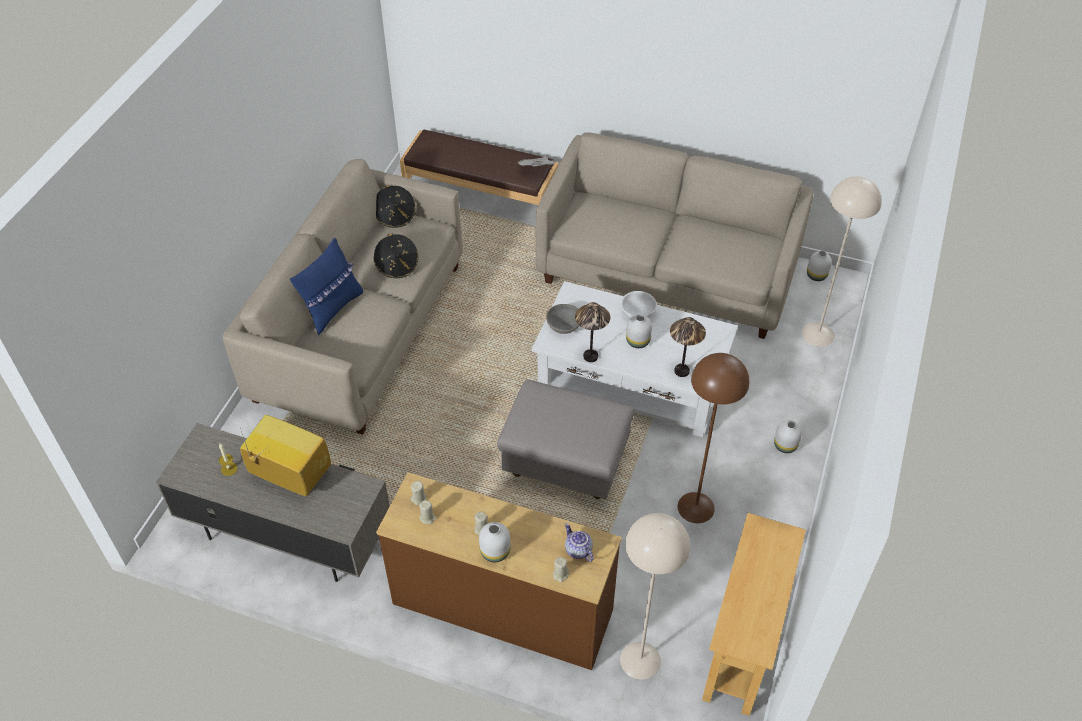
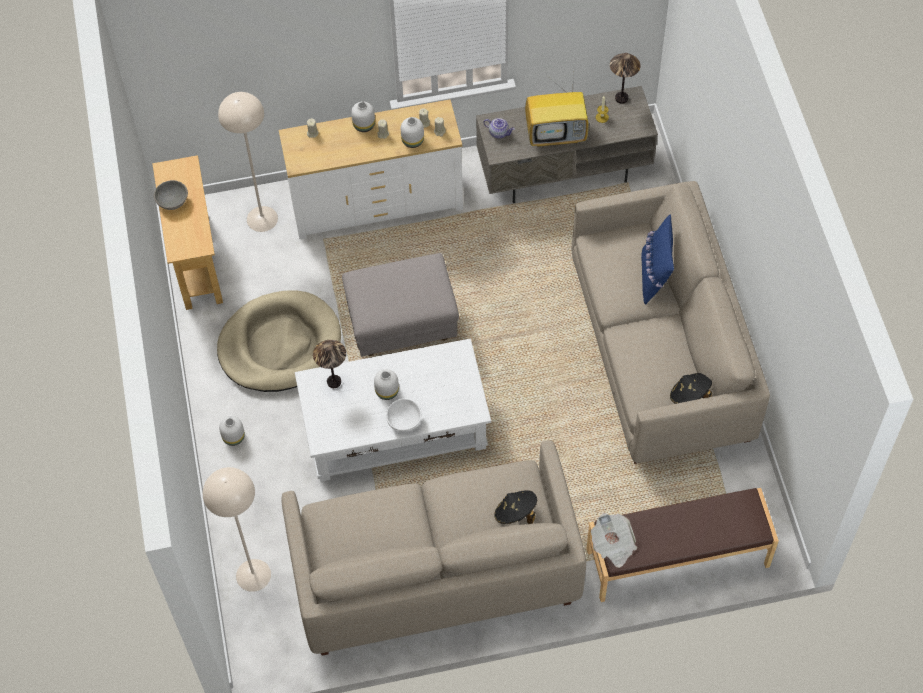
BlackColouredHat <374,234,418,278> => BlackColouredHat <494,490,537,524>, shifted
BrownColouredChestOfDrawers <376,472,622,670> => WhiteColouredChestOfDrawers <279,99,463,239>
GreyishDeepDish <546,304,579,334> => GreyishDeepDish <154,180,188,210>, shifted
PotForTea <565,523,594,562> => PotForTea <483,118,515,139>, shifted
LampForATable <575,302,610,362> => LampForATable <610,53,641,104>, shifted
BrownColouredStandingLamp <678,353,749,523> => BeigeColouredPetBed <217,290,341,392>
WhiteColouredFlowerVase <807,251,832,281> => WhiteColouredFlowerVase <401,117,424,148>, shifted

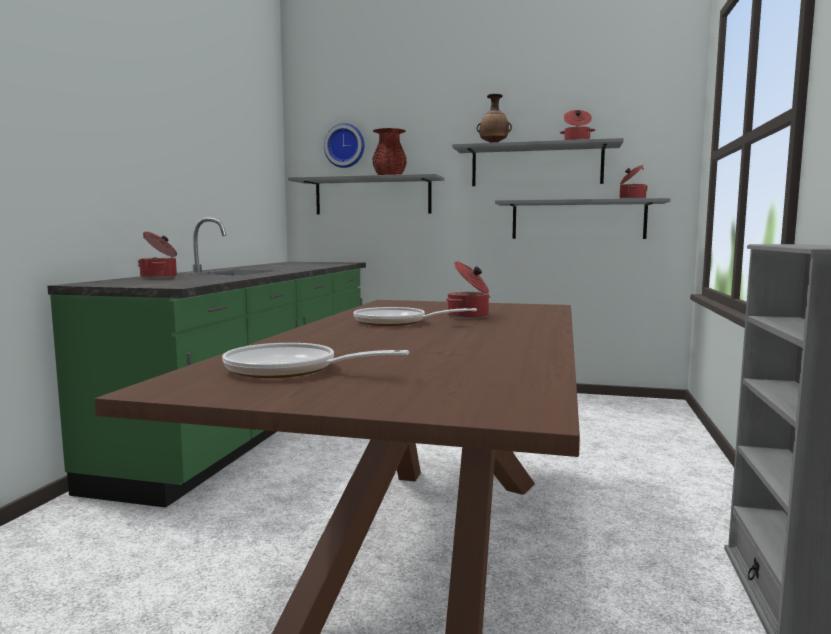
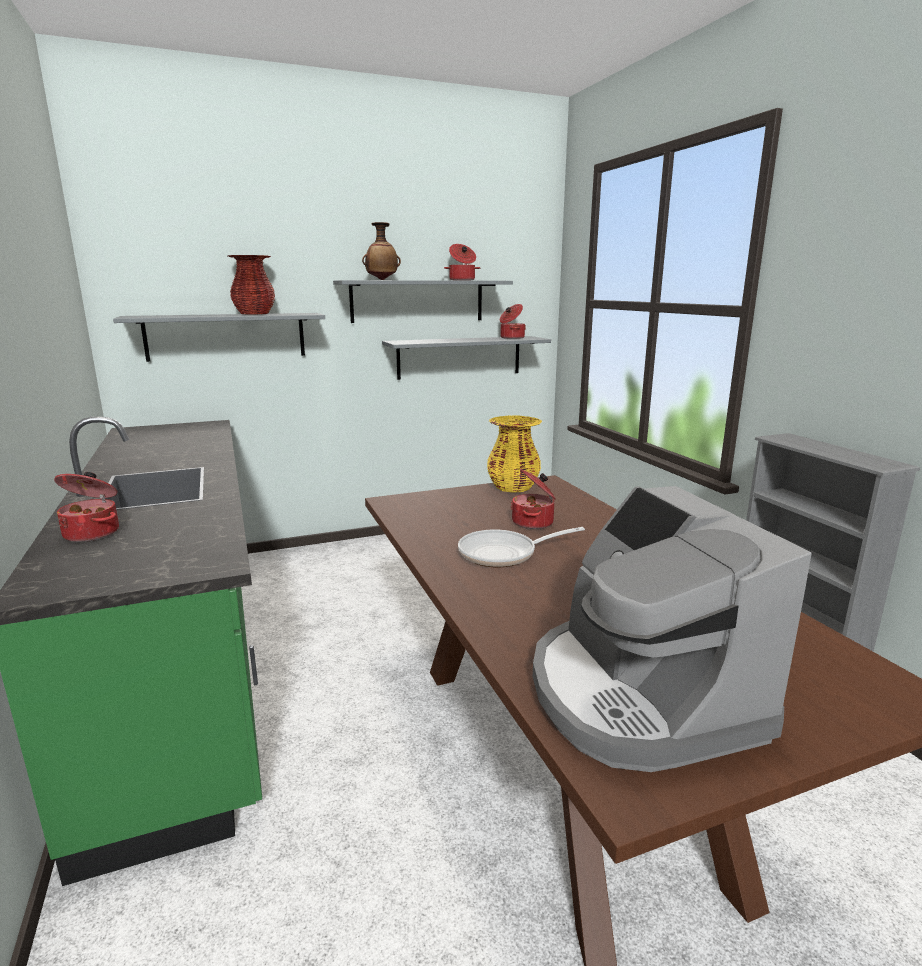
Skillet <222,343,409,378> => CoffeeBrewer <533,486,812,772>
WallClock <324,123,365,168> => nothing
nothing => YellowColouredFlowerVase <487,416,542,493>

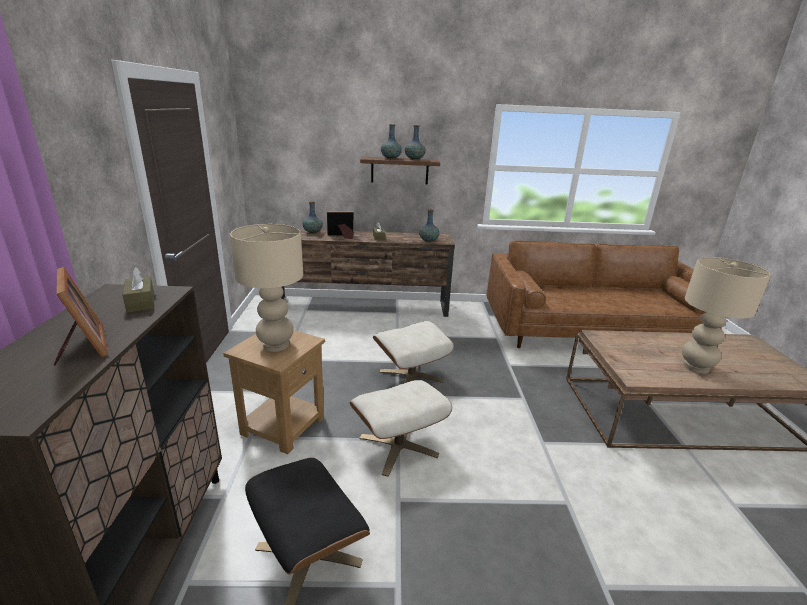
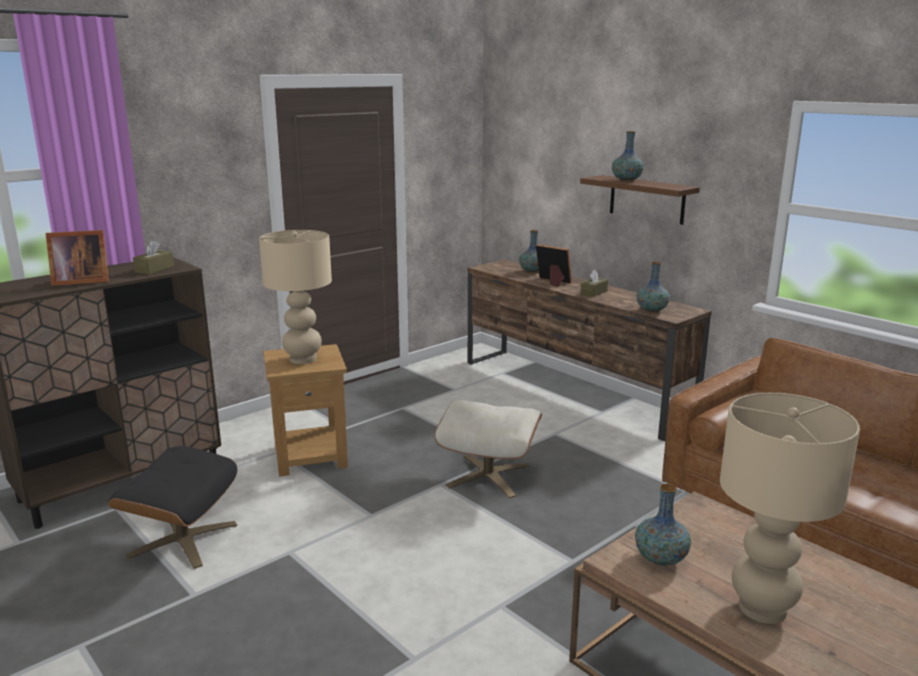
StandingFrame <54,267,108,365> => StandingFrame <45,230,109,286>, 60 degrees clockwise
BeigeColouredFootrest <350,380,452,477> => nothing
FlowerVase <405,125,426,160> => FlowerVase <635,484,691,566>, shifted

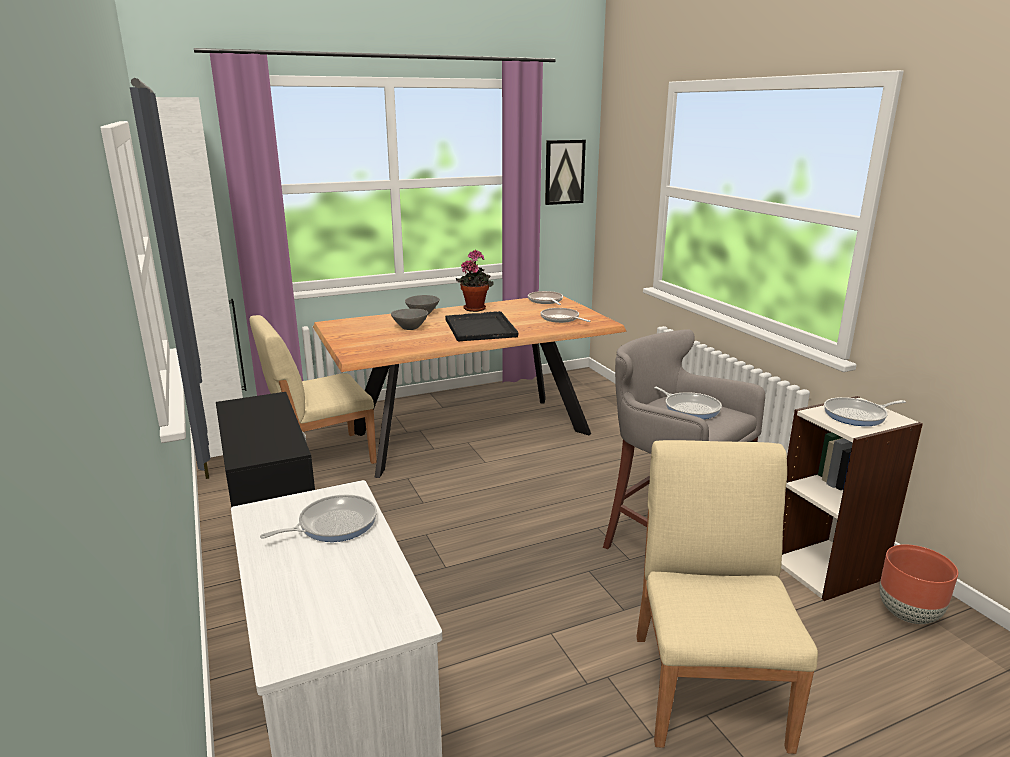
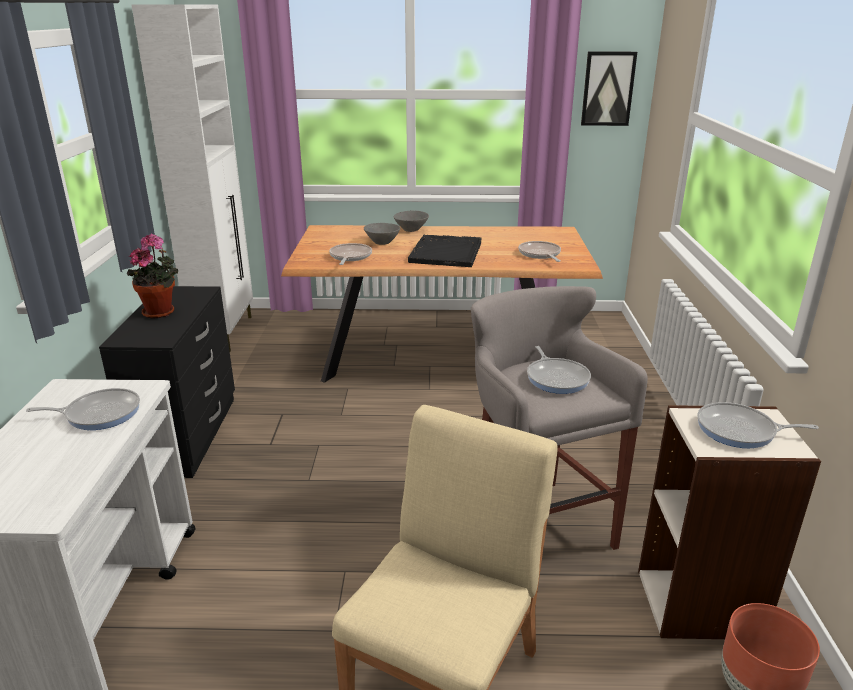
BeigeColouredPlainChair <250,315,377,464> => nothing
PlantInAPot <456,250,494,312> => PlantInAPot <127,233,178,319>, shifted
Skillet <528,291,563,305> => Skillet <329,243,372,265>, shifted

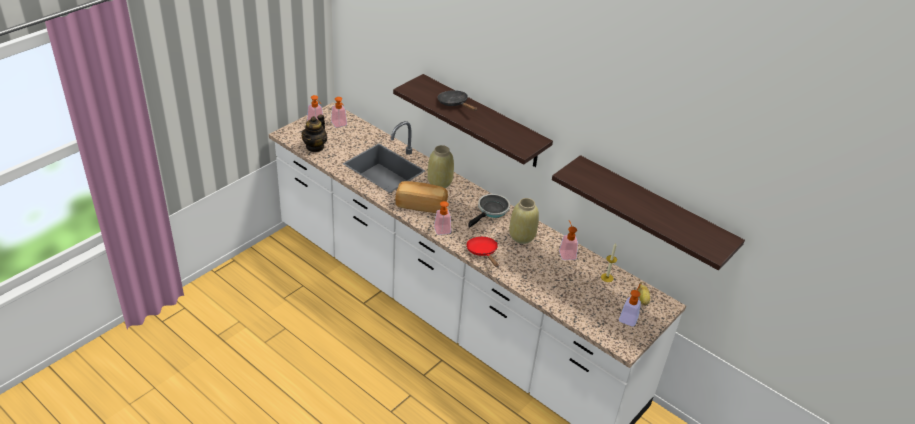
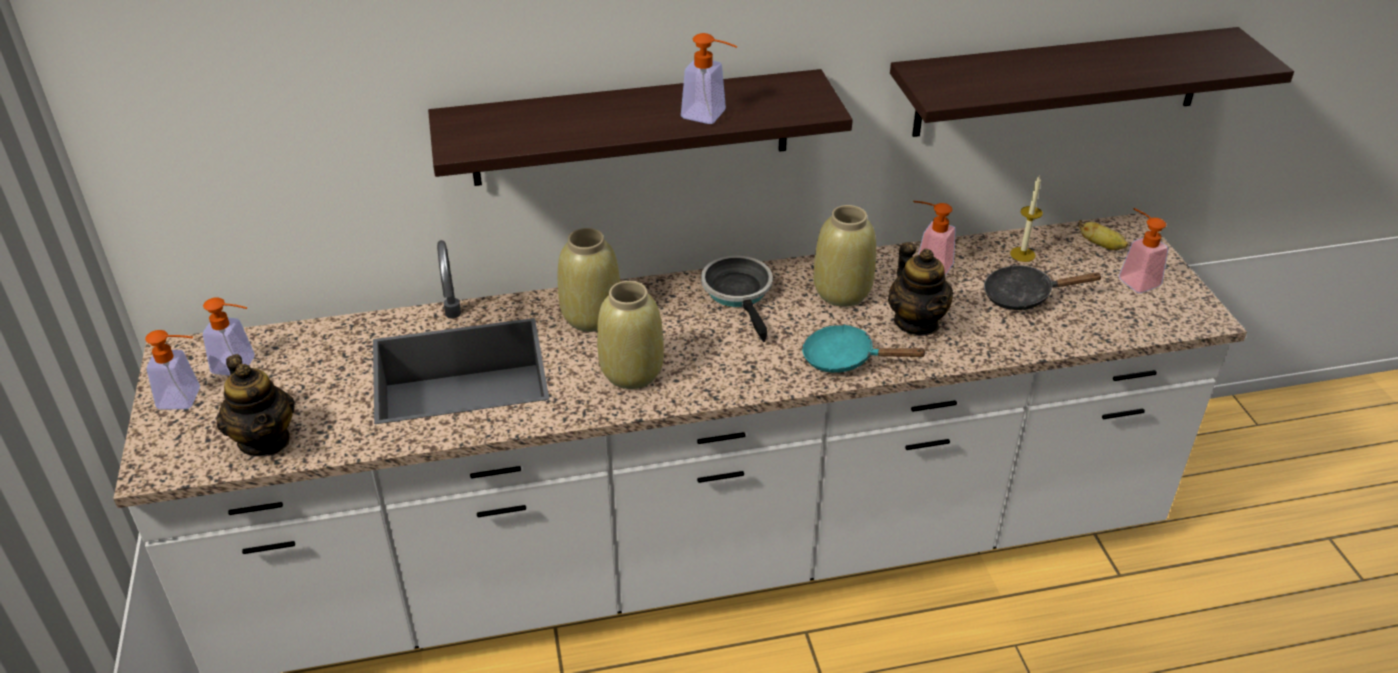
BakeryBread <395,181,448,213> => BeigeColouredFlowerVase <597,281,664,389>
SoapDispenser <434,201,451,235> => SoapDispenser <681,33,738,124>, shifted
BlackColouredSkillet <437,90,477,111> => BlackColouredSkillet <984,265,1103,310>, shifted
RedColouredSkillet <467,236,499,267> => TurquoiseColouredSkillet <802,324,927,373>
nothing => PotForTea <888,242,953,336>

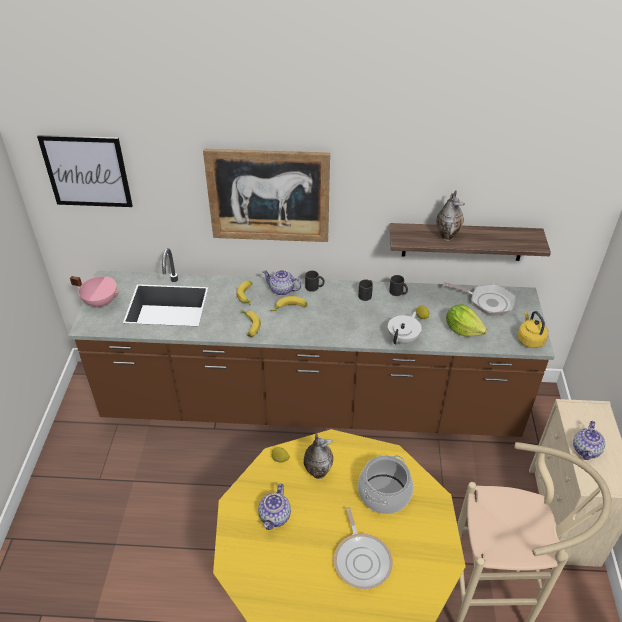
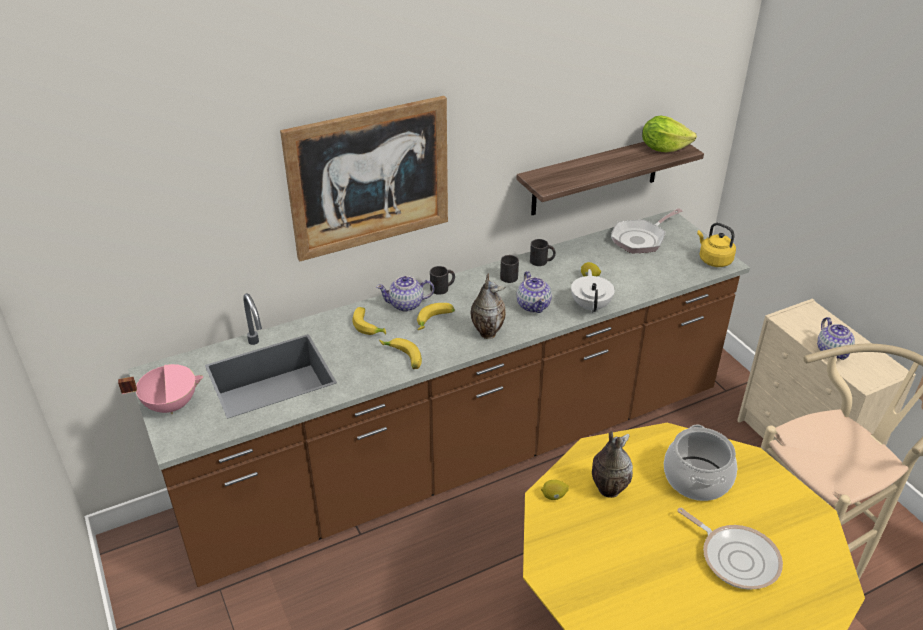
WallArt <37,135,133,207> => nothing
PotForTea <258,484,291,530> => PotForTea <517,271,552,313>, shifted
FlowerVase <437,190,465,241> => FlowerVase <471,273,506,339>, shifted
Skillet <443,282,516,316> => Skillet <611,208,683,253>, 150 degrees clockwise
Lettuce <446,304,488,337> => Lettuce <642,116,697,153>, shifted

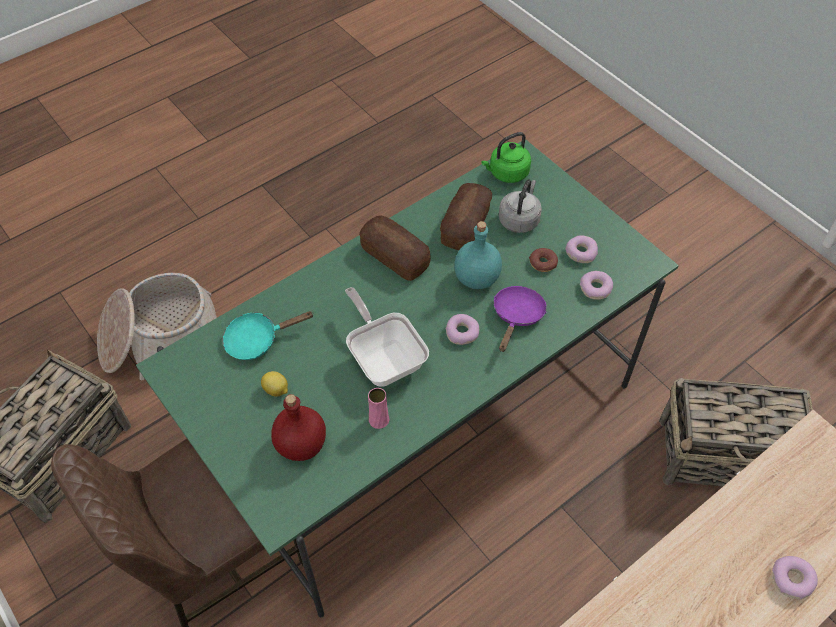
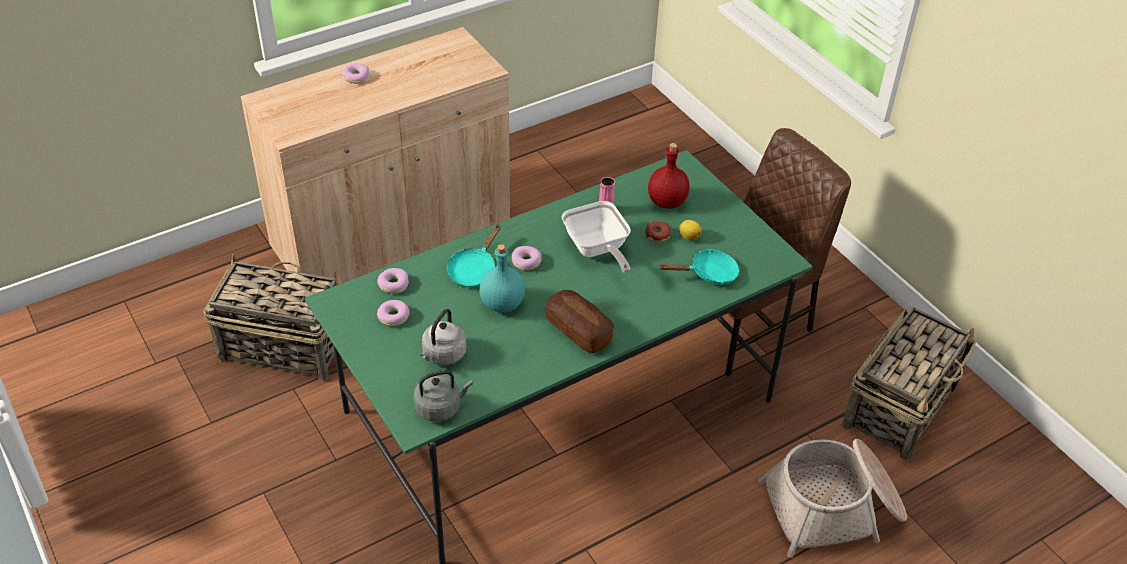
BakeryBread <440,183,492,250> => nothing
GreenTeaKettle <481,132,531,183> => GreyishTeaKettle <413,370,473,422>
PurpleColouredSkillet <494,286,547,352> => TurquoiseColouredSkillet <447,224,501,287>
Donut <529,248,558,272> => Donut <645,221,671,242>, shifted

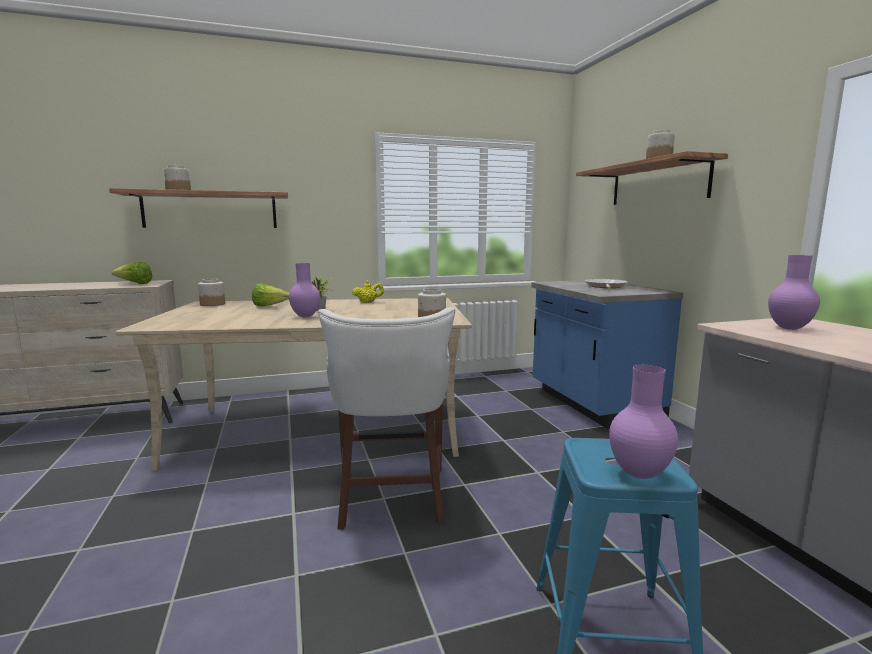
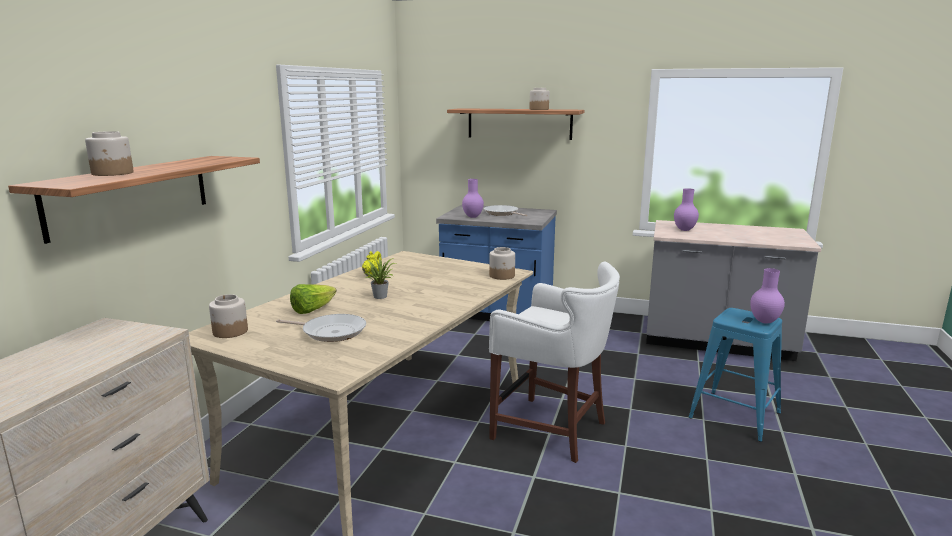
Lettuce <112,261,152,284> => nothing
PurpleColouredFlowerVase <289,263,320,317> => PurpleColouredFlowerVase <462,179,484,218>, shifted
nothing => Skillet <276,314,366,342>

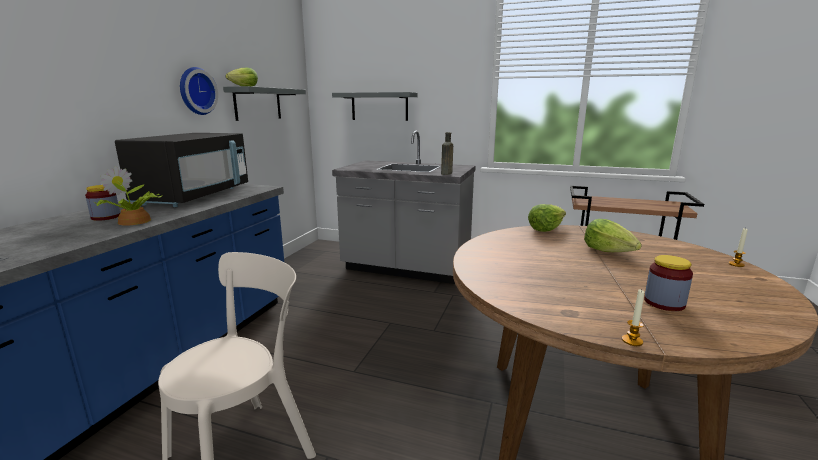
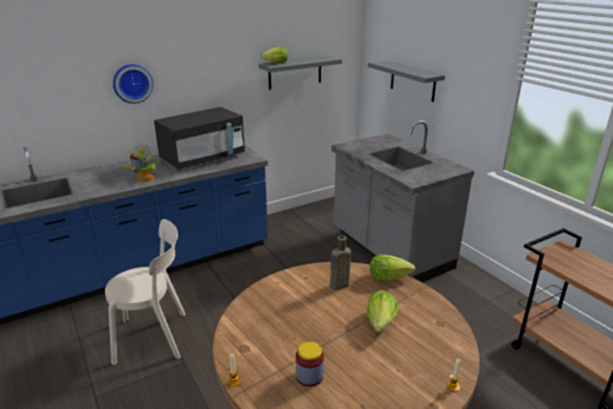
WallClock <180,67,218,115> => WallClock <113,64,153,104>, shifted
BrownColouredBeverageBottle <441,132,453,175> => BrownColouredBeverageBottle <330,236,351,290>, shifted

